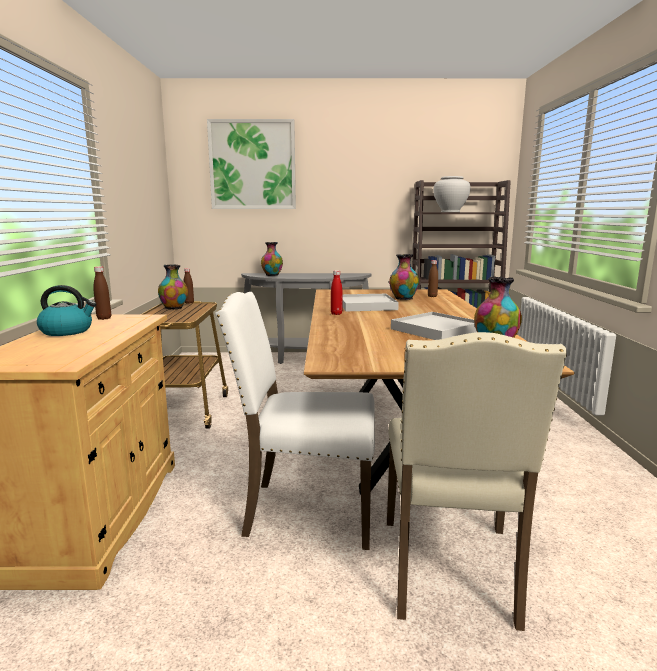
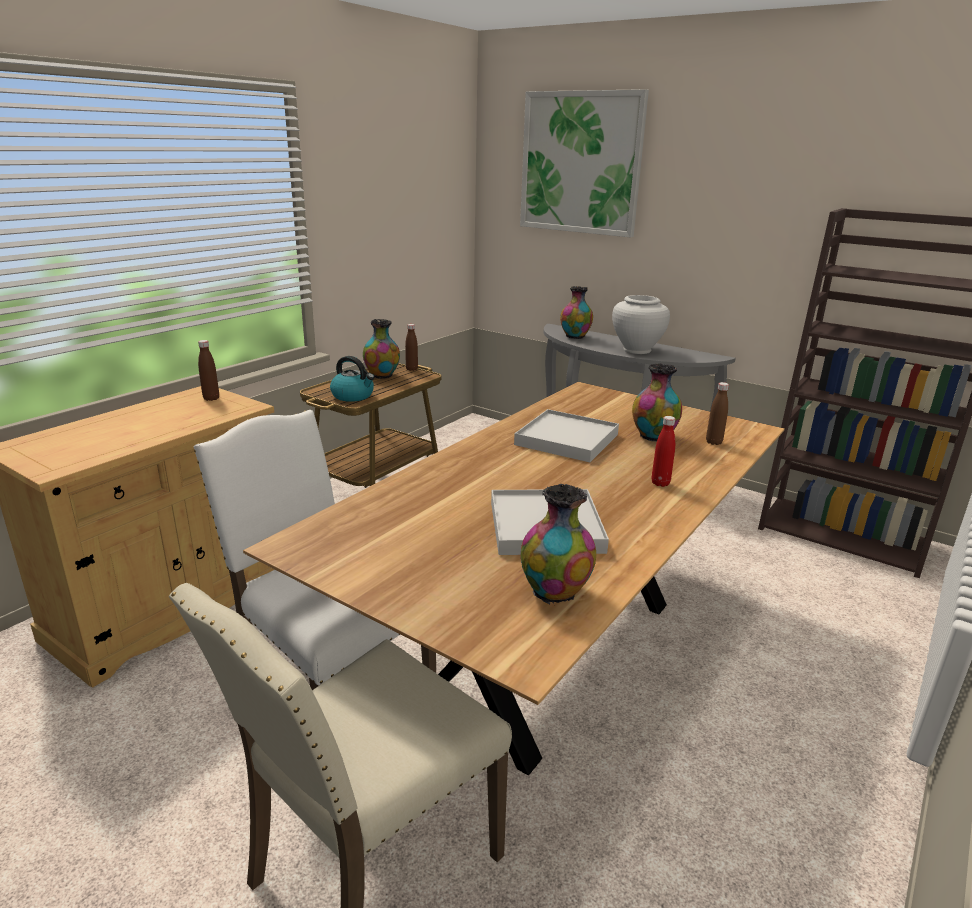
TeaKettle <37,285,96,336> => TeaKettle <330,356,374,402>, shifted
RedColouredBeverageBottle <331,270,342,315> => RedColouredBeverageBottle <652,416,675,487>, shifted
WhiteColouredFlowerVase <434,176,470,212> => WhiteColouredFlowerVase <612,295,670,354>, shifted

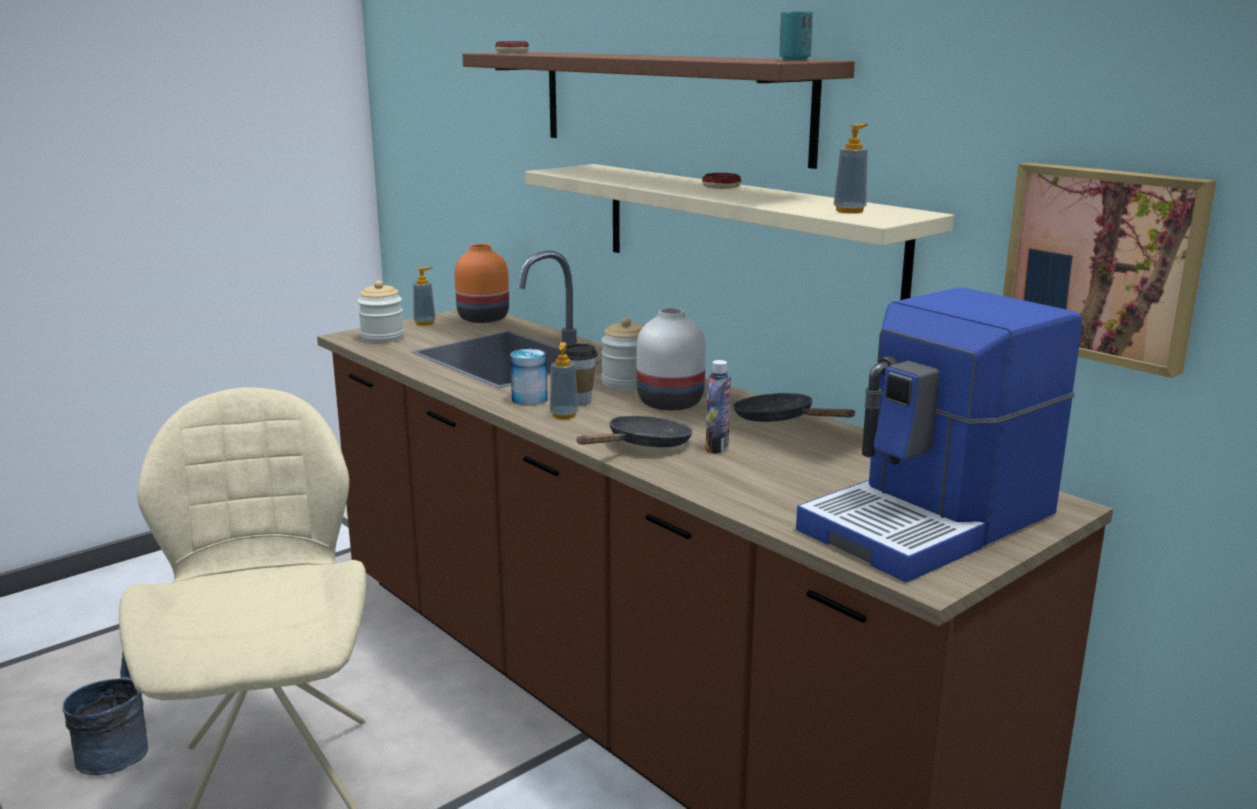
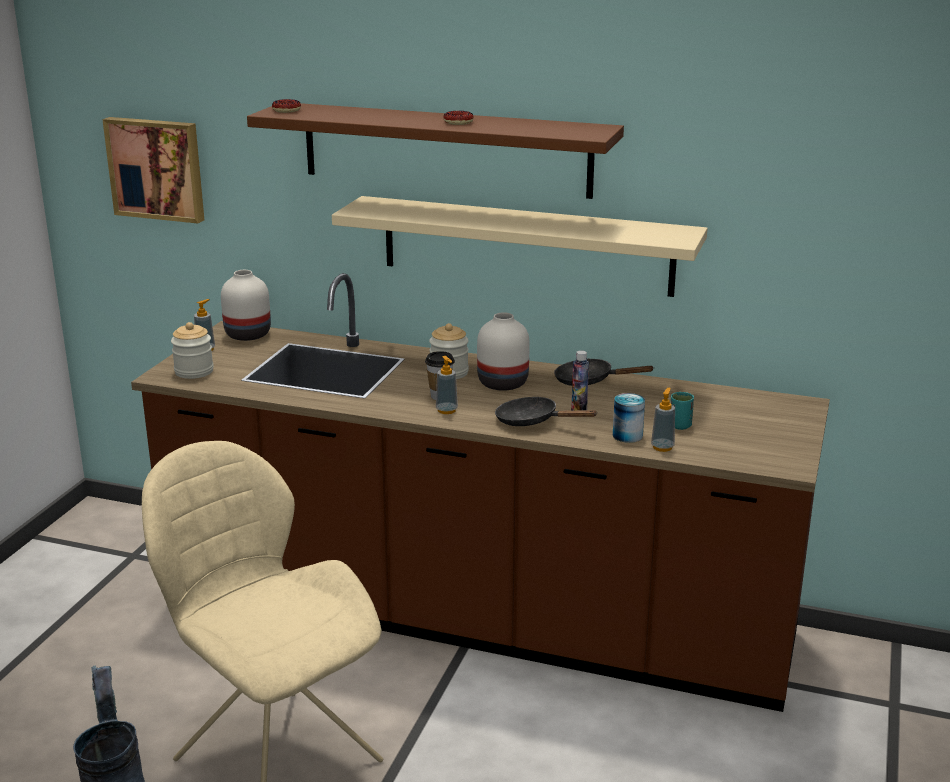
OrangeColouredFlowerVase <455,244,509,323> => WhiteColouredFlowerVase <221,270,271,341>
MetalCan <510,349,548,406> => MetalCan <613,393,645,443>, shifted
BlackColouredSkillet <576,416,693,447> => BlackColouredSkillet <495,396,598,426>, 75 degrees counterclockwise
Donut <702,173,741,189> => Donut <444,111,474,125>, shifted
TurquoiseColouredSmallCup <780,11,813,60> => TurquoiseColouredSmallCup <670,392,694,430>, shifted
CoffeeBrewer <796,287,1082,582> => nothing
SoapDispenser <834,124,868,213> => SoapDispenser <651,387,675,452>, shifted
WallArt <1003,162,1217,378> => WallArt <102,117,204,223>, shifted

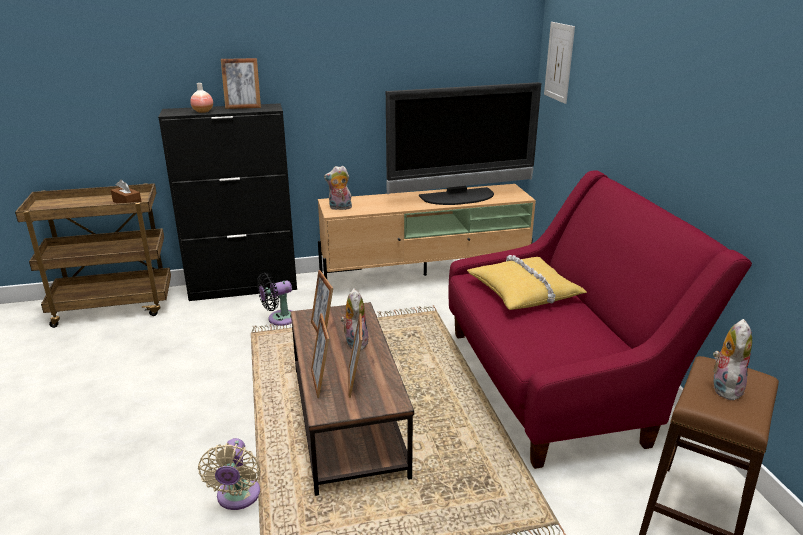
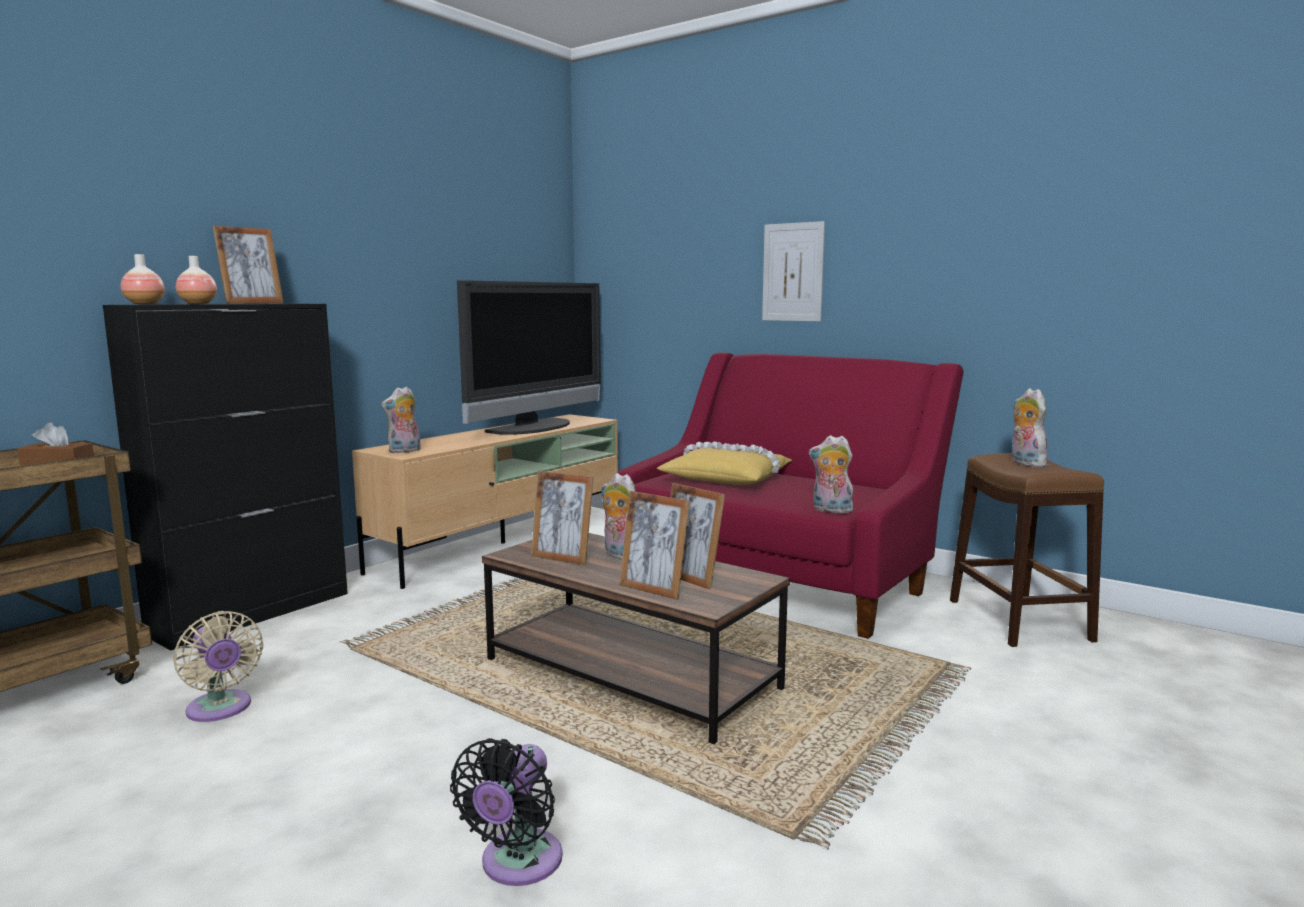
BeigeColouredFan <198,438,260,510> => BeigeColouredFan <173,611,263,722>, shifted
BlackColouredFan <257,273,292,326> => BlackColouredFan <450,738,563,886>, shifted
WallArt <544,22,575,104> => WallArt <762,221,825,321>, shifted
nothing => FlowerVase <121,254,165,304>
nothing => CuddlyToy <809,436,853,513>

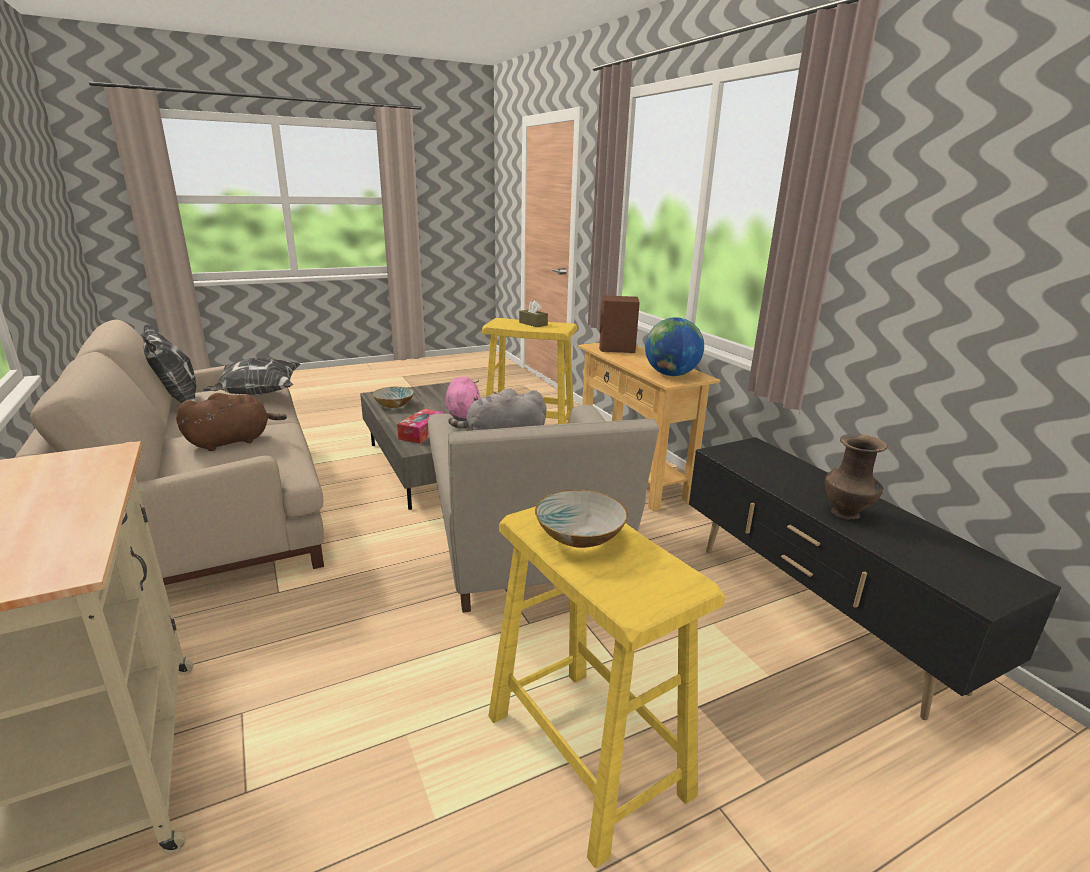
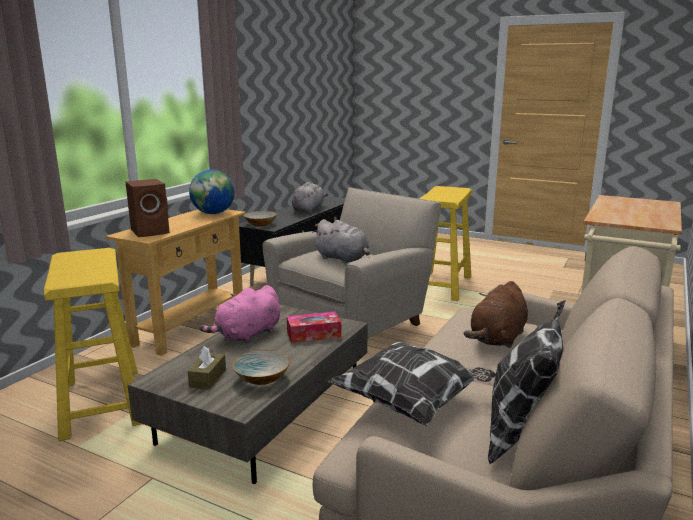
BrownColouredCuddlyToy <176,393,287,451> => BrownColouredCuddlyToy <464,281,528,348>, 75 degrees counterclockwise
BrownColouredBoxOfTissues <519,300,548,327> => BrownColouredBoxOfTissues <188,346,226,390>, shifted
DeepDish <535,490,628,548> => DeepDish <244,211,277,227>, shifted
BrownColouredFlowerVase <825,434,887,520> => GreyishCuddlyToy <292,182,328,213>

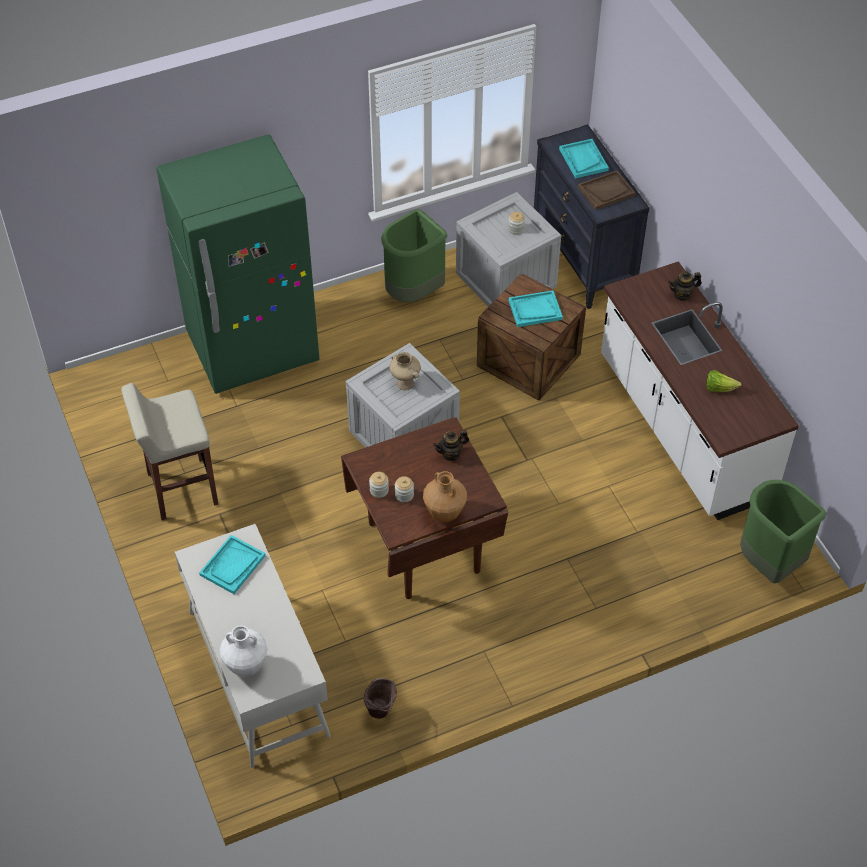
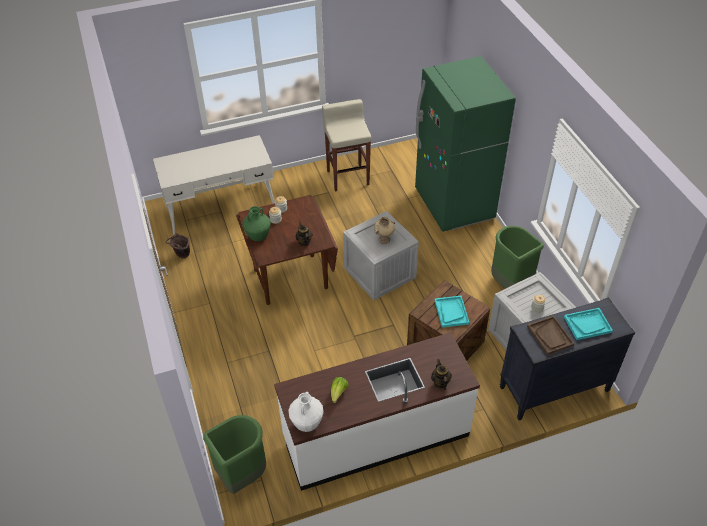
TurquoiseColouredCarryingTray <199,535,266,594> => nothing
WhiteColouredFlowerVase <220,625,267,677> => WhiteColouredFlowerVase <288,392,324,432>, shifted
BrownColouredFlowerVase <423,471,467,522> => GreenFlowerVase <242,206,271,241>

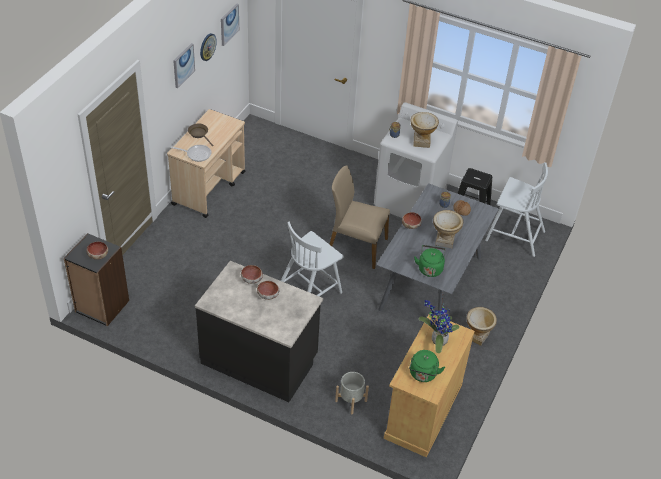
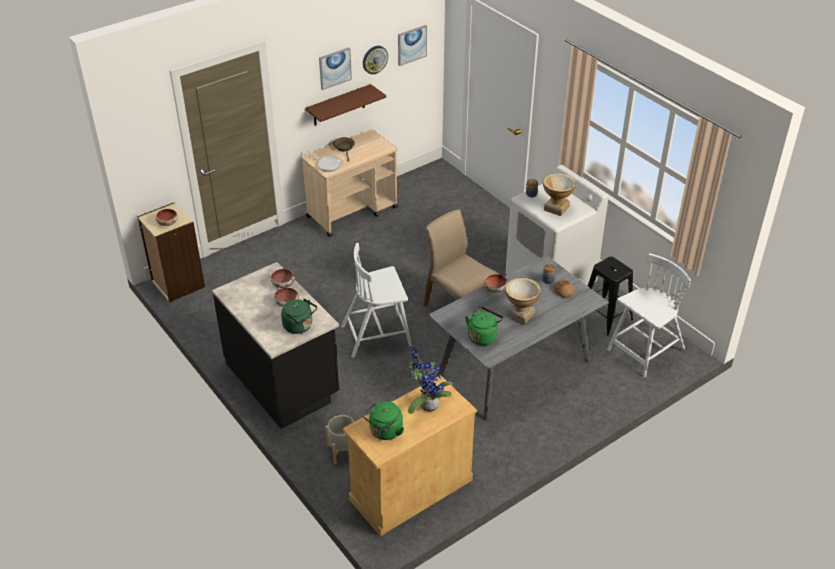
BlackColouredShelvingUnit <64,233,129,326> => BeigeColouredShelvingUnit <137,202,205,302>
FlowerVase <467,307,497,346> => nothing
WhiteColouredPlainChair <485,162,548,257> => WhiteColouredPlainChair <607,253,691,377>, 90 degrees counterclockwise
nothing => GreenTeaKettle <281,298,317,334>
nothing => BrownColouredWallShelf <305,84,386,126>

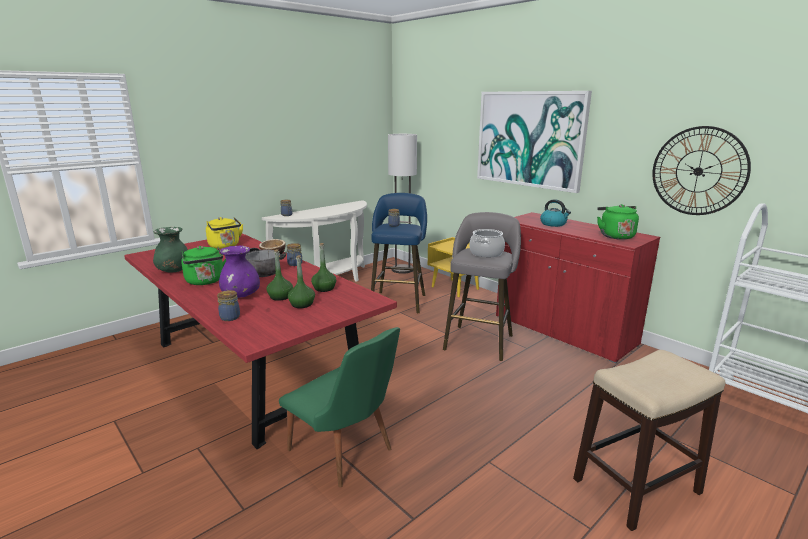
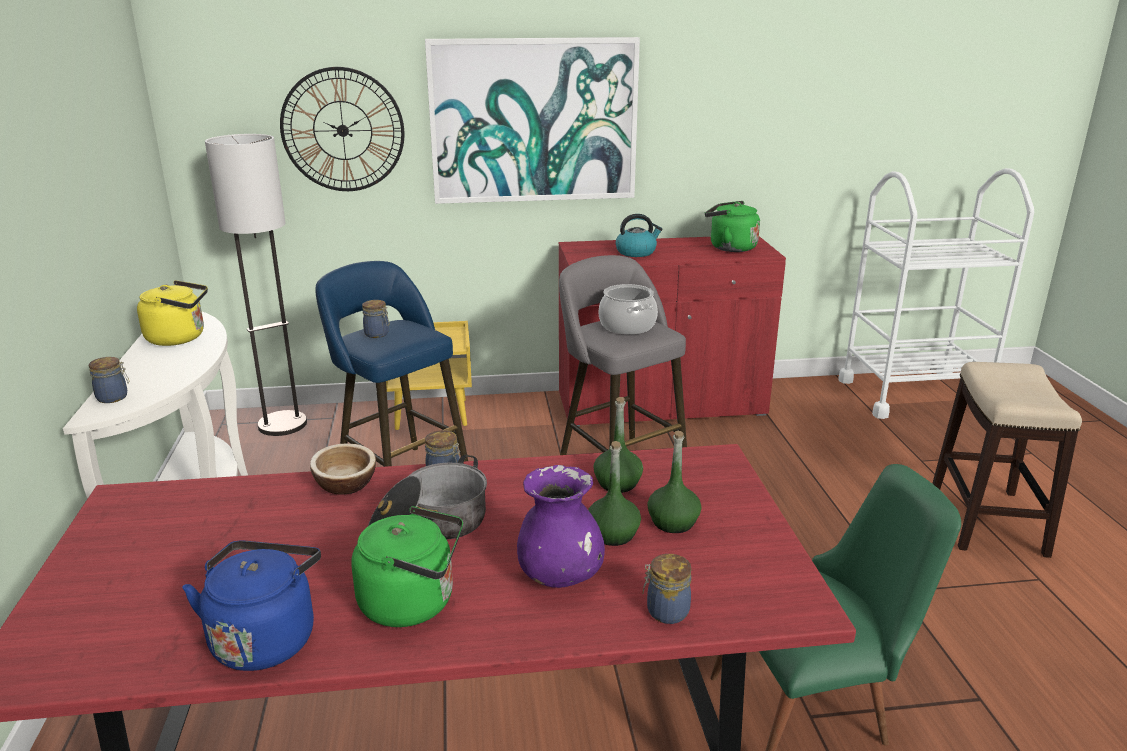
GreenFlowerVase <153,227,188,273> => BlueColouredTeaKettle <182,541,321,671>
YellowColouredTeaKettle <206,217,243,249> => YellowColouredTeaKettle <137,280,208,346>, shifted
WallClock <652,126,751,215> => WallClock <280,67,404,191>, shifted

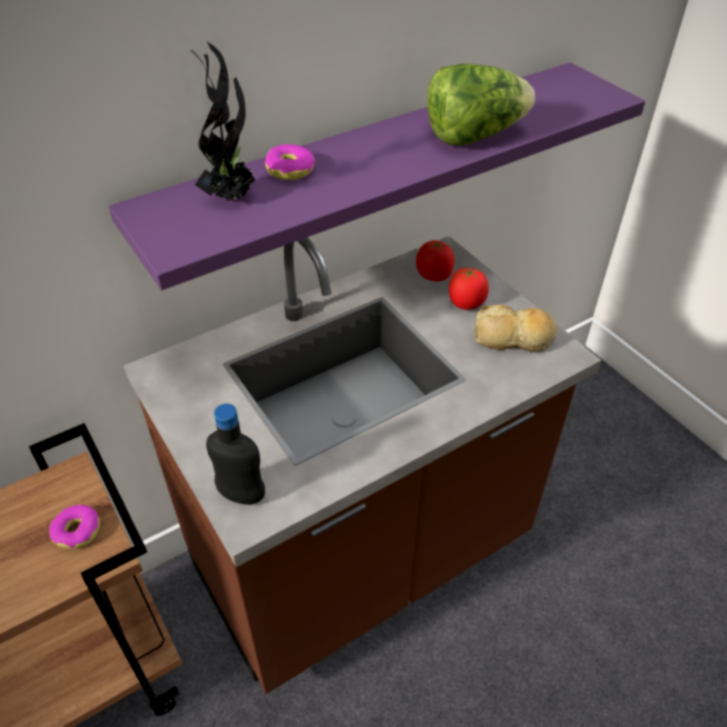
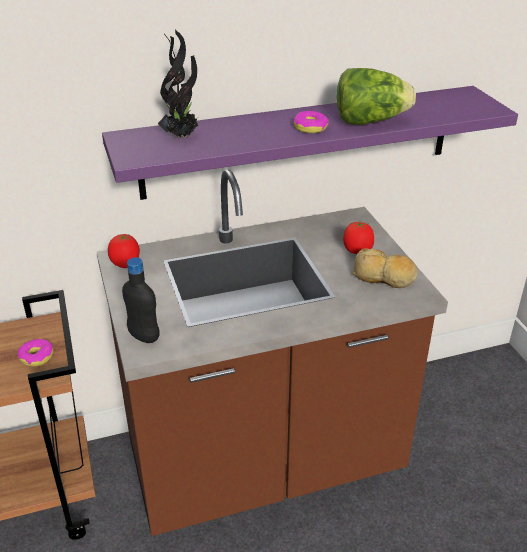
Donut <265,144,315,180> => Donut <293,111,329,133>, shifted
Tomato <416,239,455,281> => Tomato <108,234,140,268>, shifted

